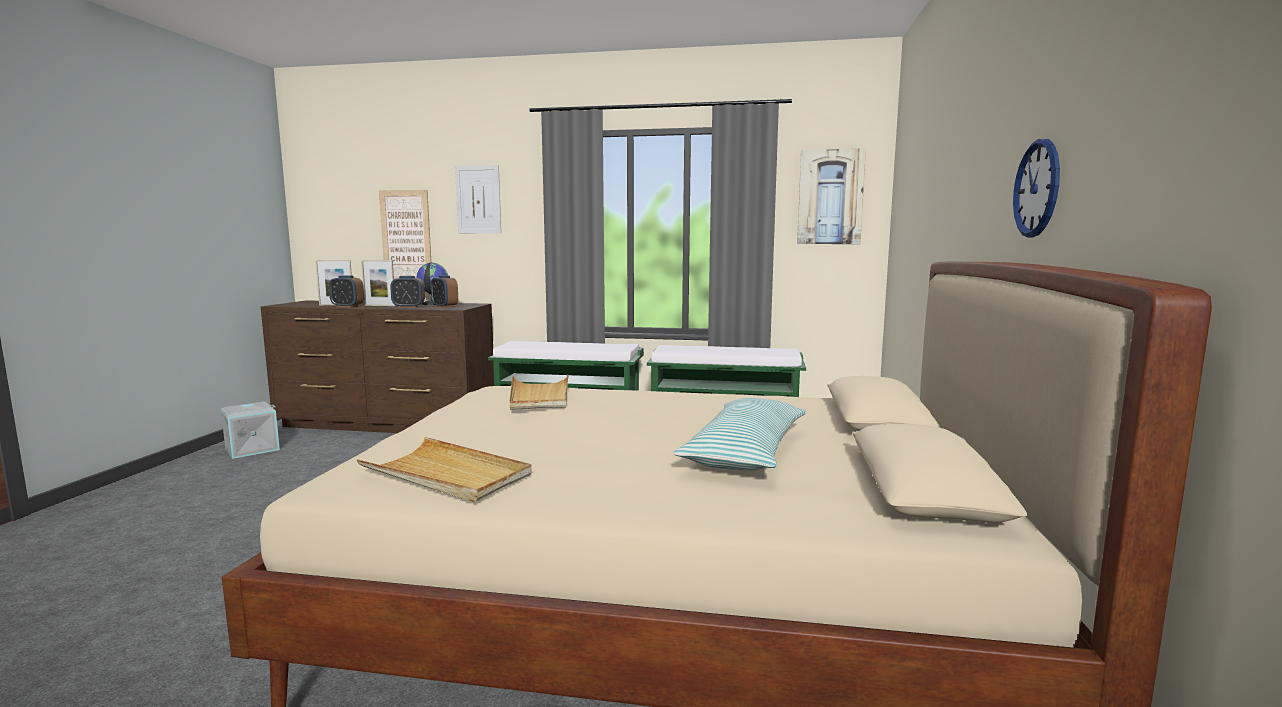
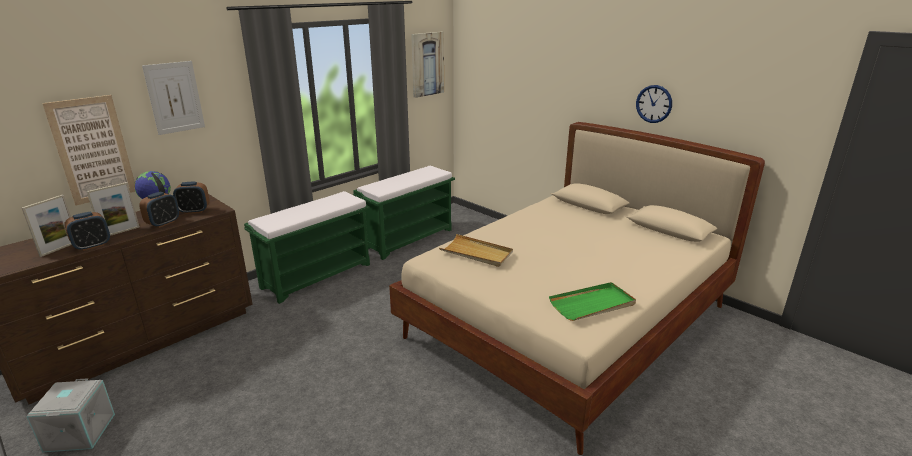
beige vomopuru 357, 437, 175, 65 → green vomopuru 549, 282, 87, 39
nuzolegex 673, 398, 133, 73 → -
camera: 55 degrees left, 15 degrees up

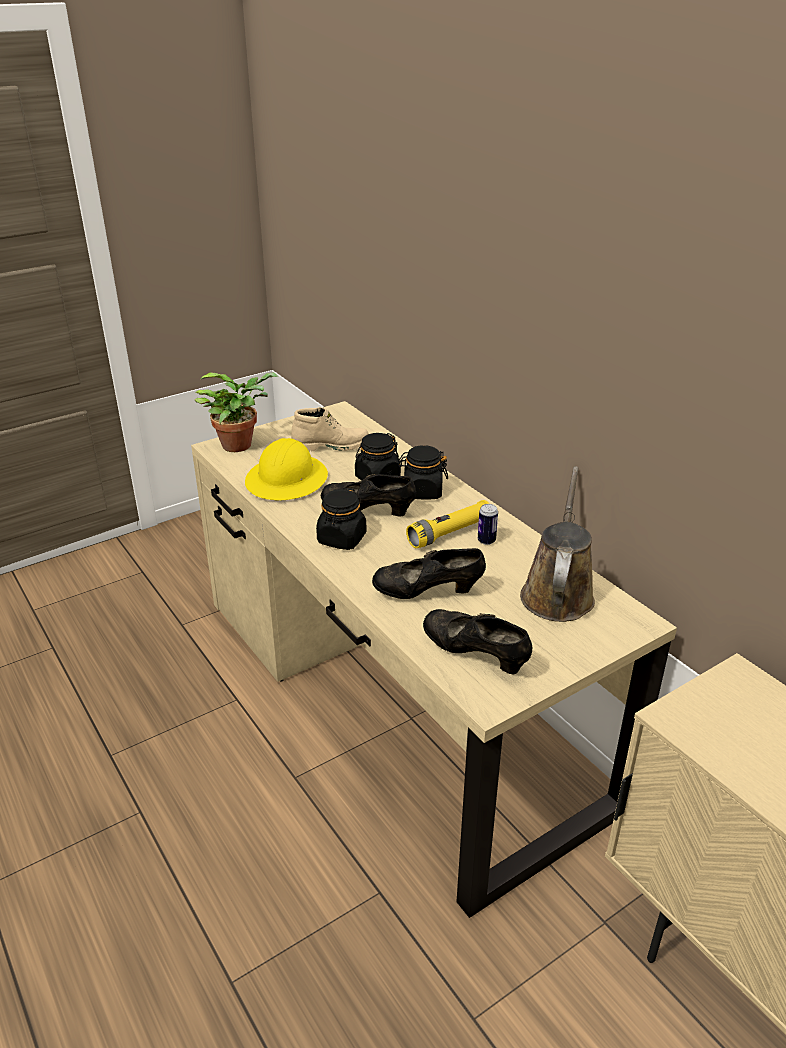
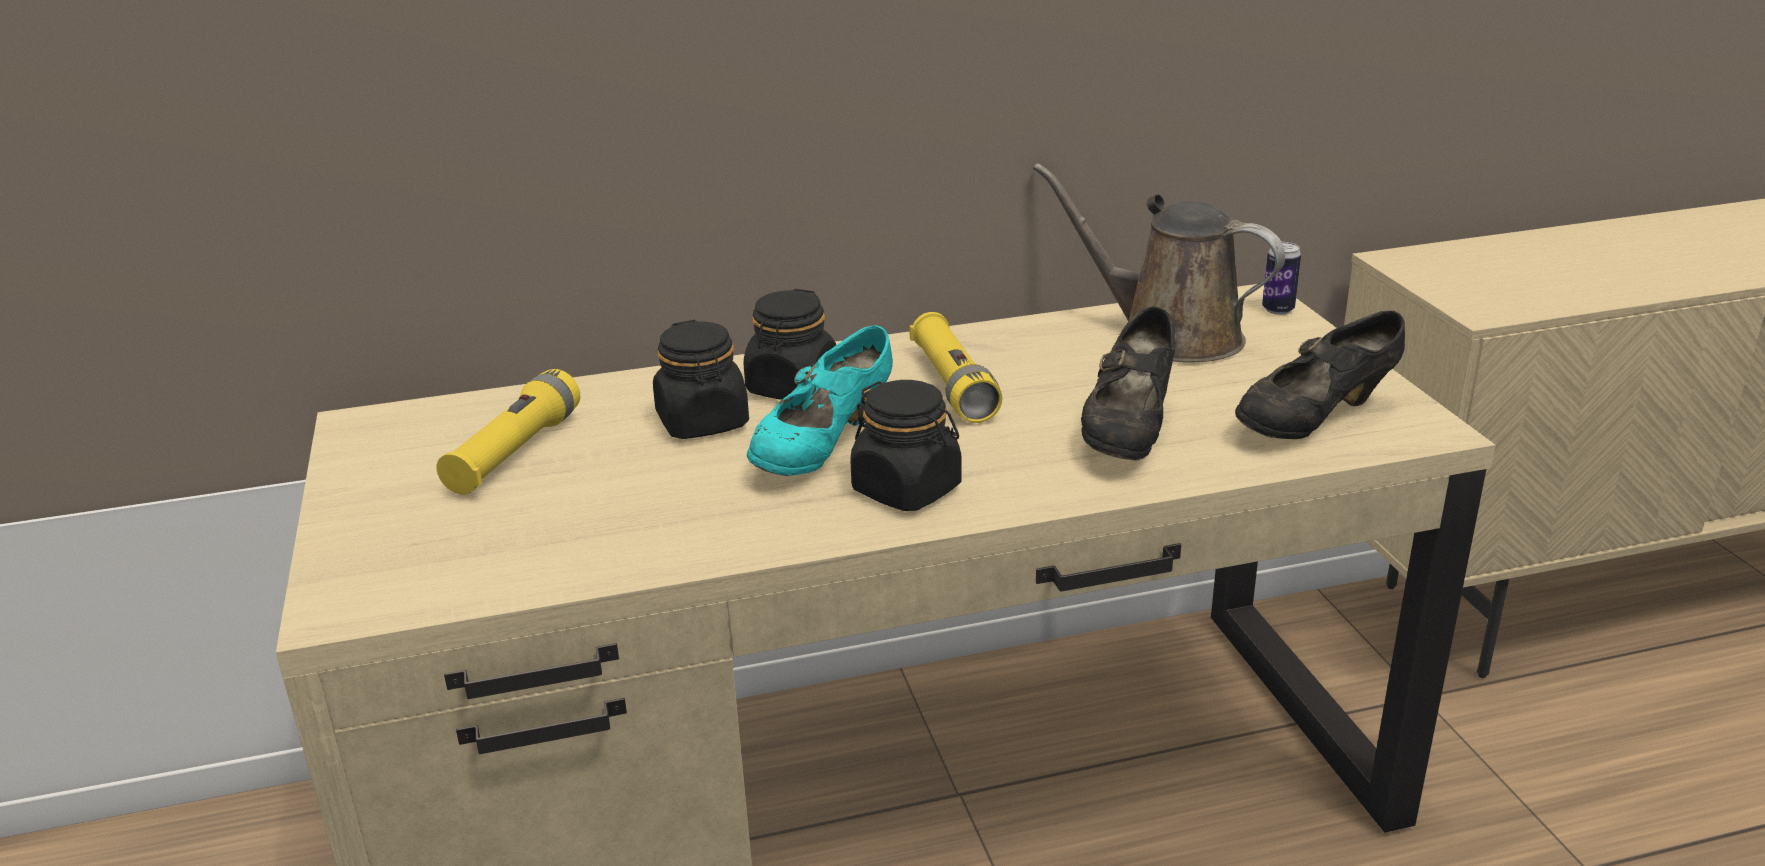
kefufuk 195, 372, 83, 80 → -
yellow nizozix 245, 438, 83, 62 → -
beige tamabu 291, 407, 77, 45 → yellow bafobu 436, 369, 144, 126
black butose 321, 474, 95, 42 → turquoise butose 747, 325, 146, 151
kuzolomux 478, 504, 20, 41 → kuzolomux 1262, 242, 39, 73, relocated
camera: 70 degrees left, 5 degrees down

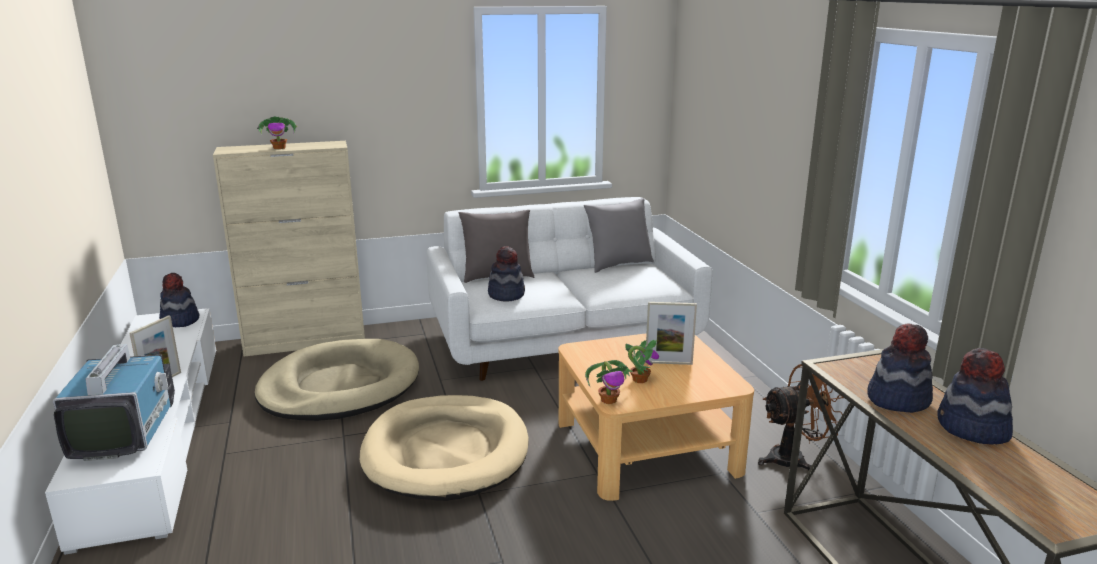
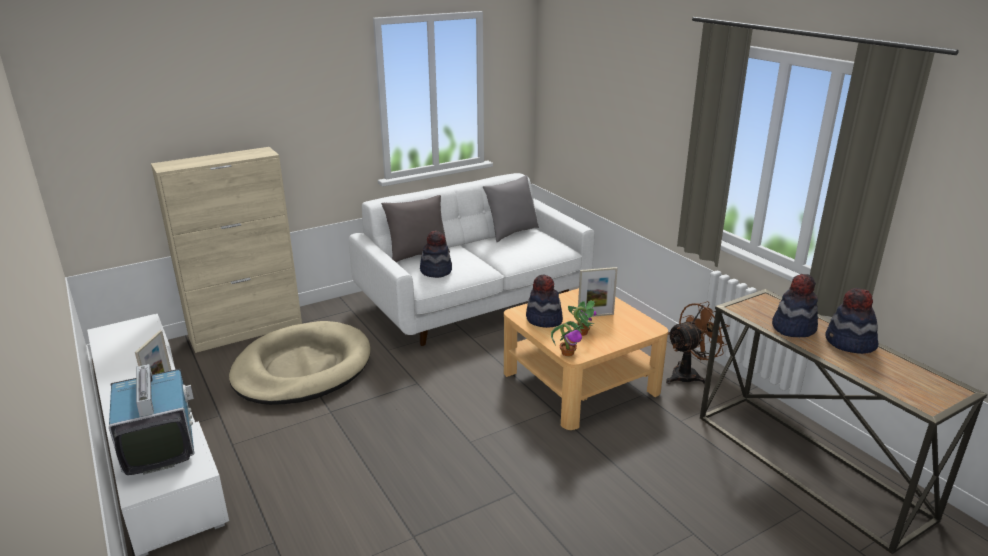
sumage 159, 273, 40, 54 → sumage 526, 275, 37, 53, relocated
kefufuk 256, 116, 41, 33 → -
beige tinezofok 360, 395, 169, 106 → -
camera: 15 degrees left, 5 degrees up

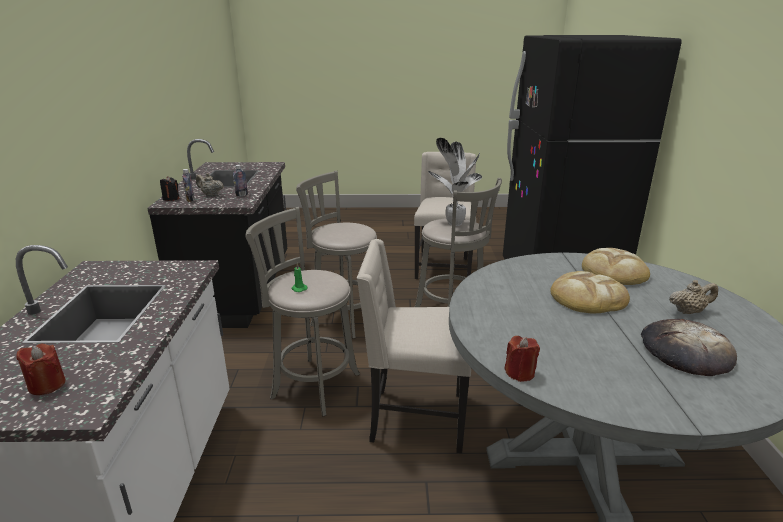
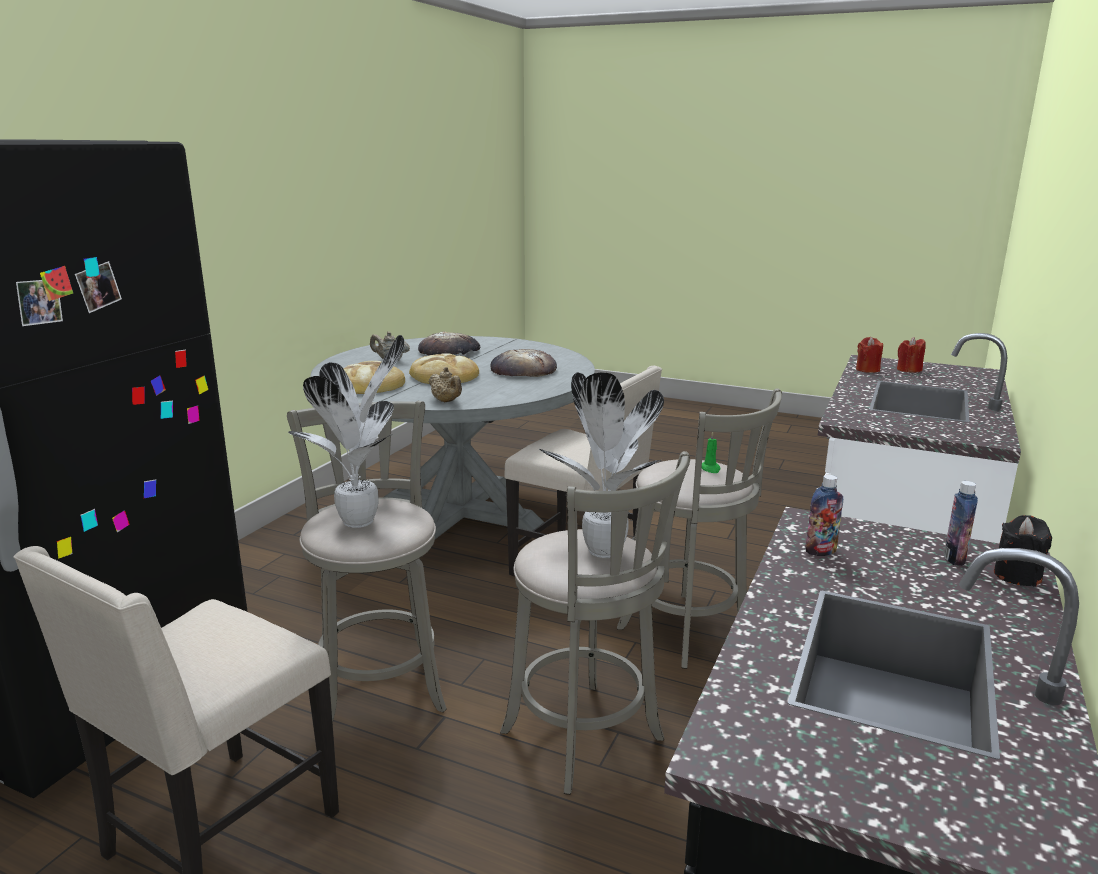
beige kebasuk 196, 173, 28, 24 → beige kebasuk 429, 367, 33, 35, relocated
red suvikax 505, 336, 35, 46 → red suvikax 856, 337, 27, 36, relocated
- → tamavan 491, 349, 66, 28
- → kefufuk 539, 372, 125, 186
camera: 155 degrees left, 5 degrees down

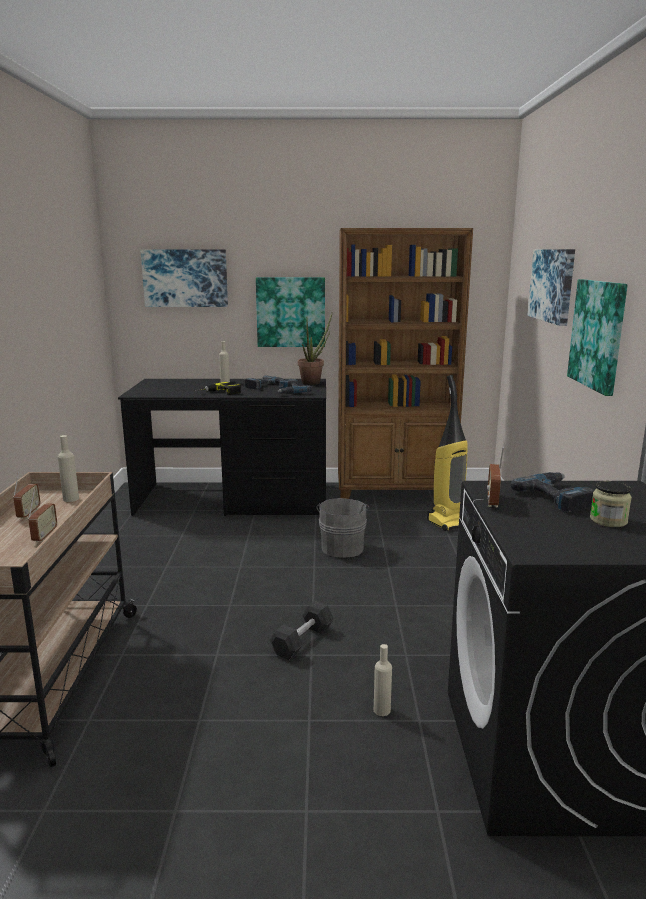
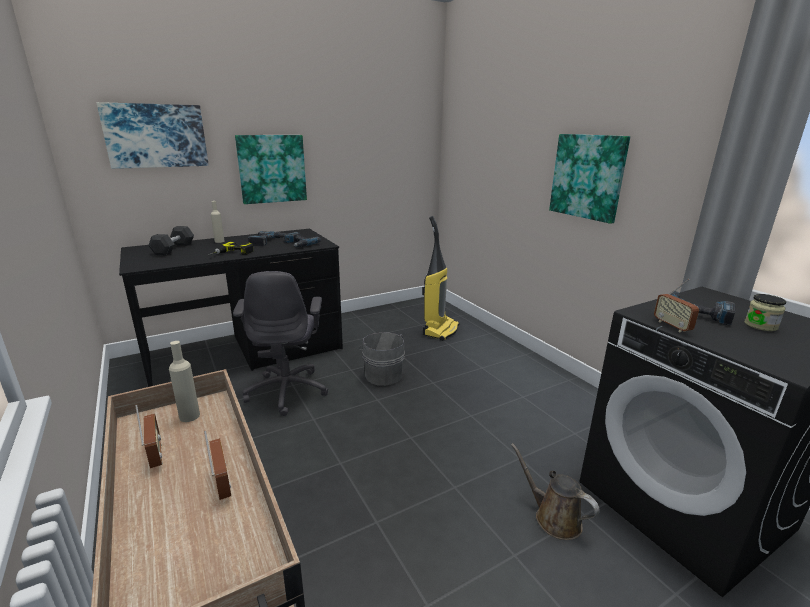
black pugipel 270, 601, 64, 59 → black pugipel 148, 226, 46, 29, relocated
kefufuk 298, 313, 34, 72 → -
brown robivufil 338, 228, 135, 271 → -
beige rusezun 374, 644, 18, 72 → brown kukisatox 511, 443, 89, 97
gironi 528, 249, 47, 77 → -
- → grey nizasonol 233, 271, 95, 145
camera: 30 degrees left, 5 degrees up

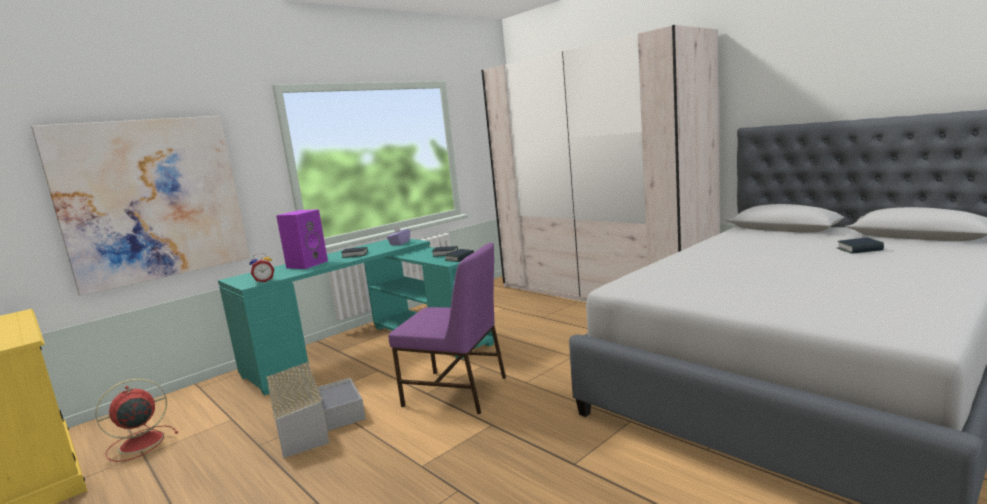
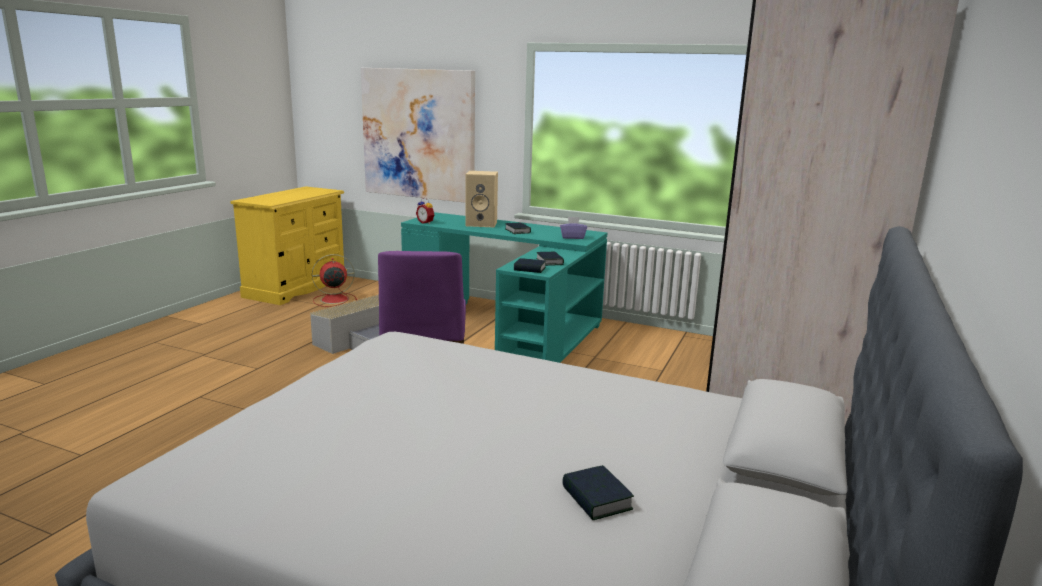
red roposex 96, 379, 82, 83 → red roposex 312, 254, 45, 53, 45 degrees counterclockwise
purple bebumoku 276, 209, 52, 60 → beige bebumoku 465, 171, 33, 57
camera: 65 degrees right, 5 degrees up

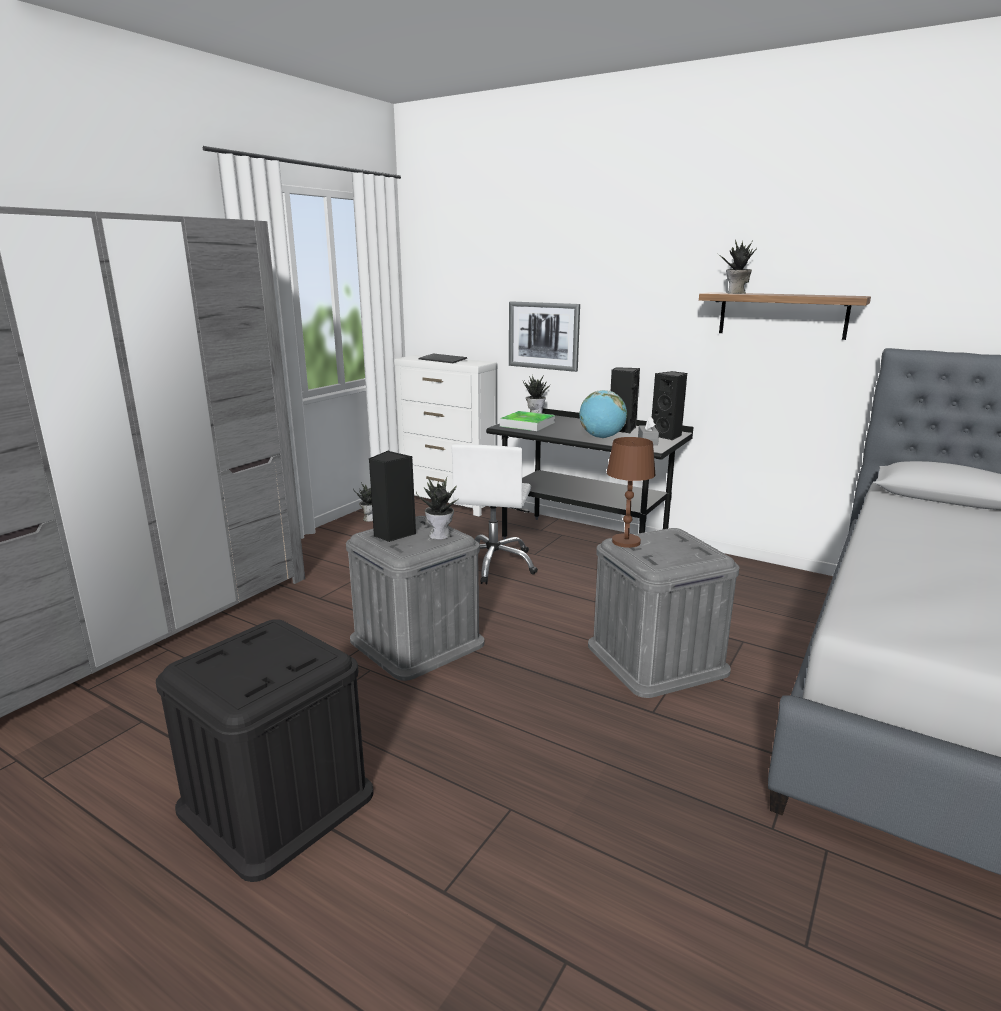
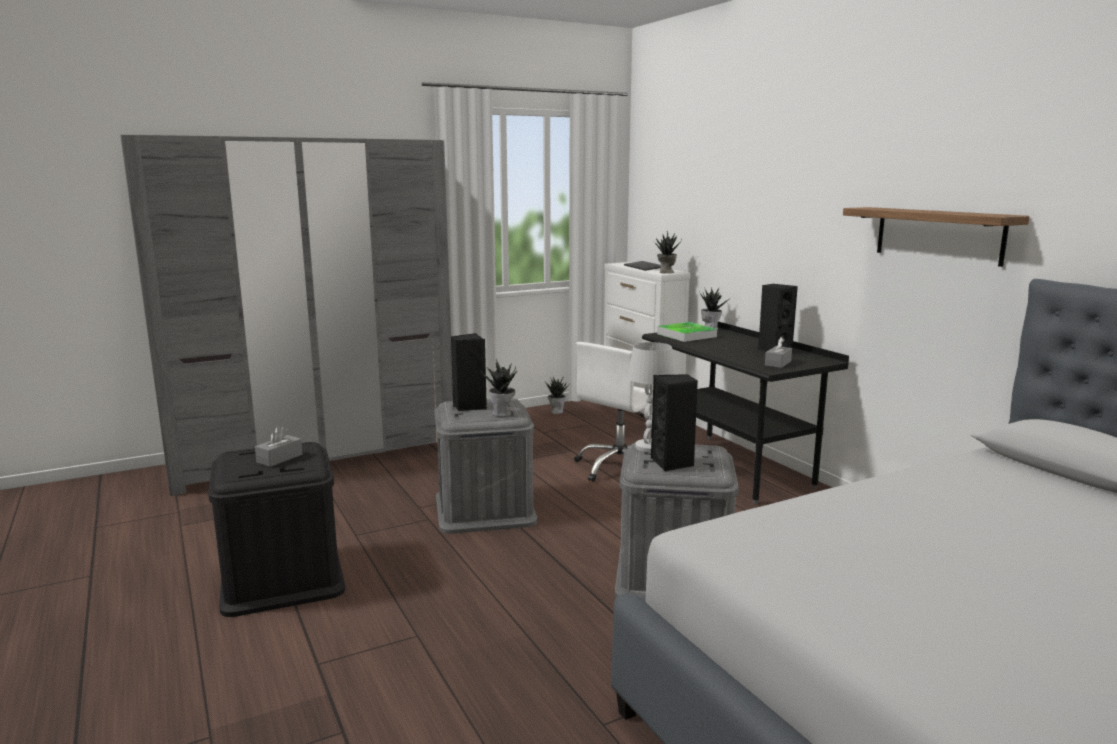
gironi 509, 302, 71, 70 → -
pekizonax 579, 390, 48, 48 → -
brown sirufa 607, 437, 48, 111 → white sirufa 628, 342, 47, 110
black bebumoku 652, 371, 35, 69 → black bebumoku 651, 374, 47, 97, relocated
kefufuk 718, 240, 40, 54 → kefufuk 653, 231, 29, 43, relocated
- → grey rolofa 255, 426, 47, 41
camera: 30 degrees right, 5 degrees down

